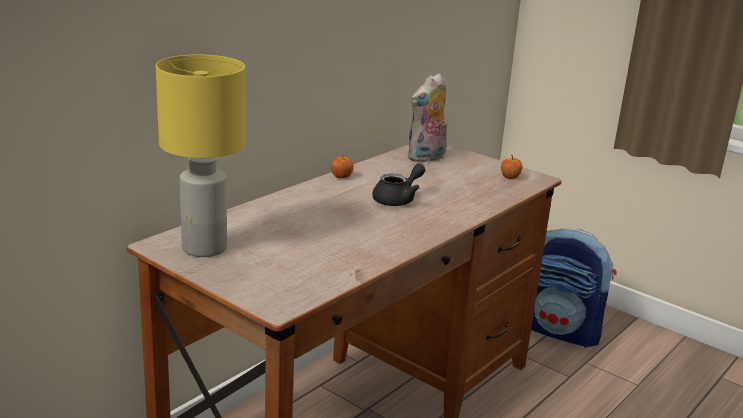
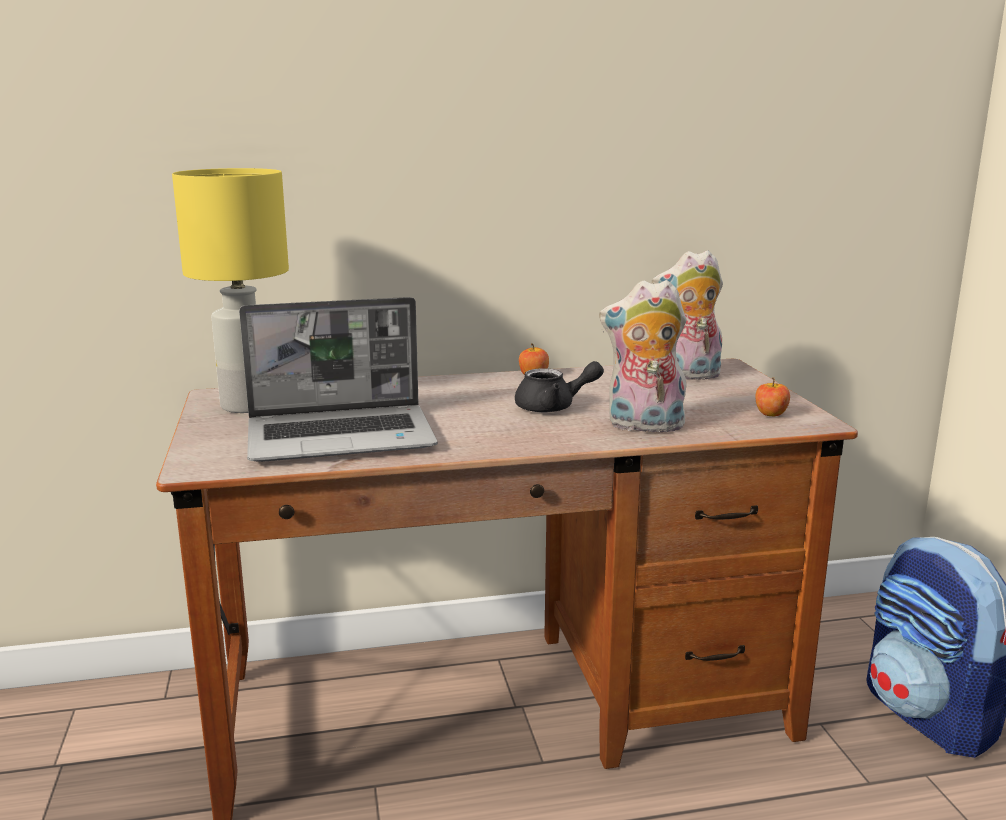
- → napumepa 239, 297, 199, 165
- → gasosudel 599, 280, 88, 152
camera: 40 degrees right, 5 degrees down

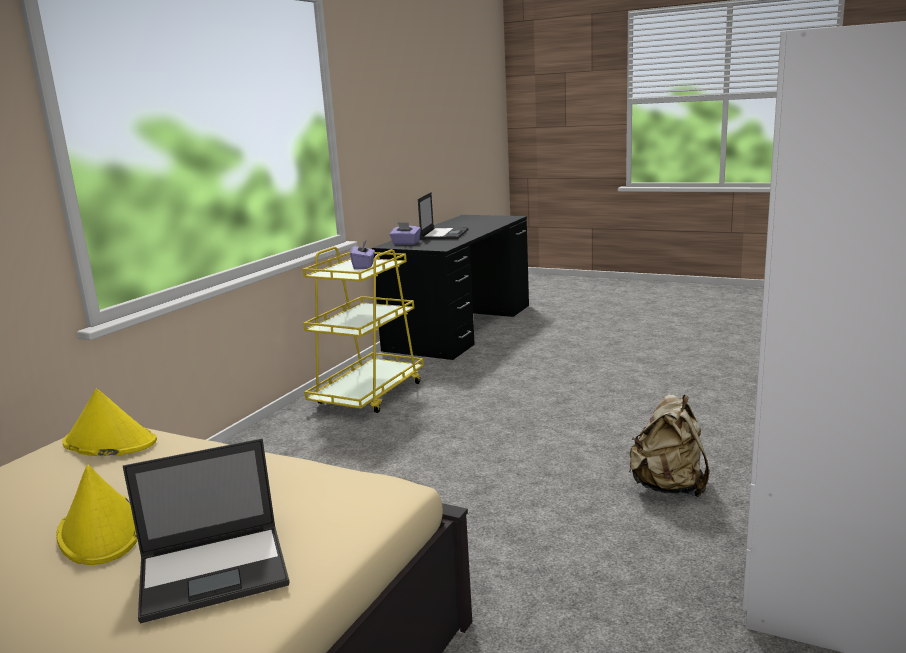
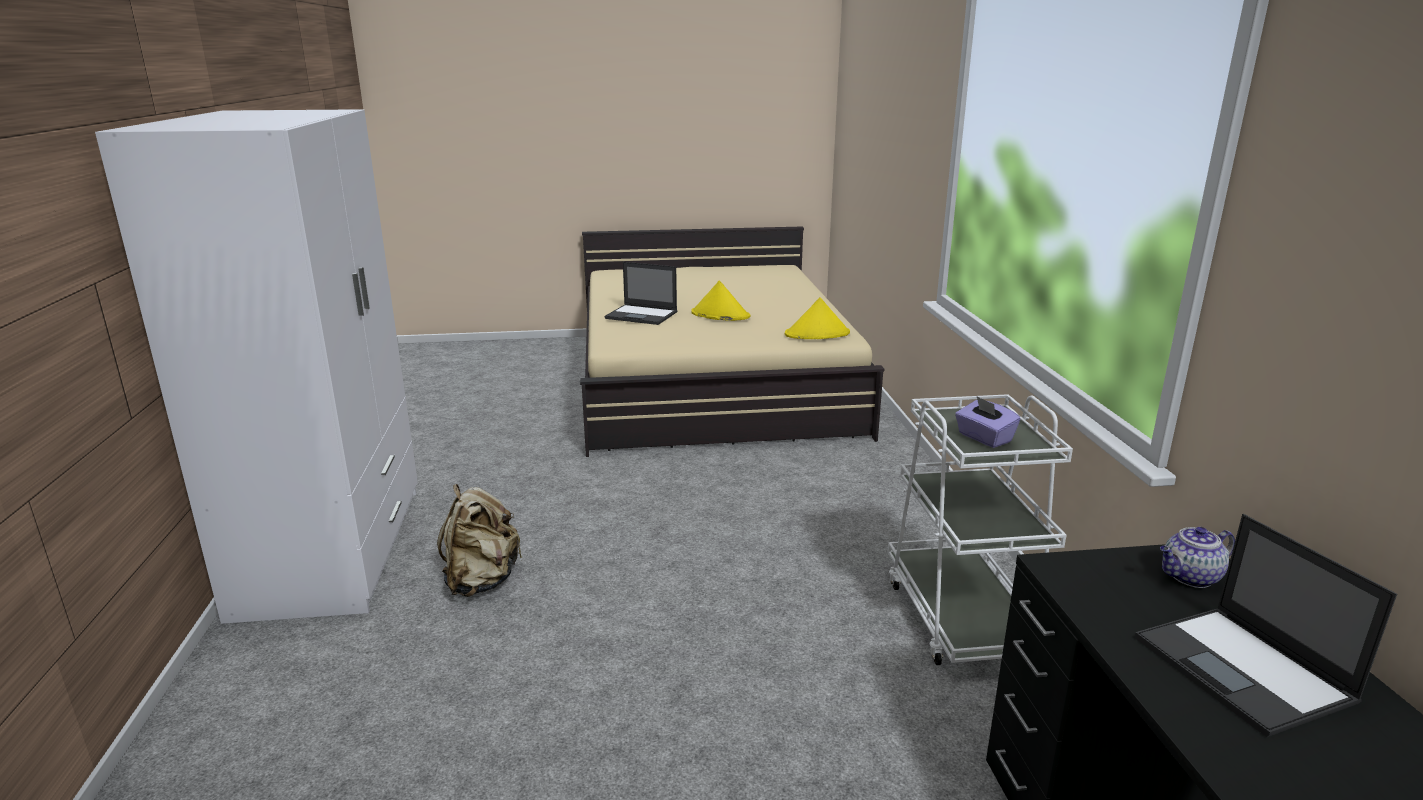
napumepa 123, 438, 166, 185 → napumepa 604, 262, 73, 63, 105 degrees counterclockwise
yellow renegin 303, 247, 121, 166 → white renegin 888, 394, 185, 271
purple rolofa 389, 222, 32, 23 → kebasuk 1160, 527, 75, 61
camera: 145 degrees right, 5 degrees up

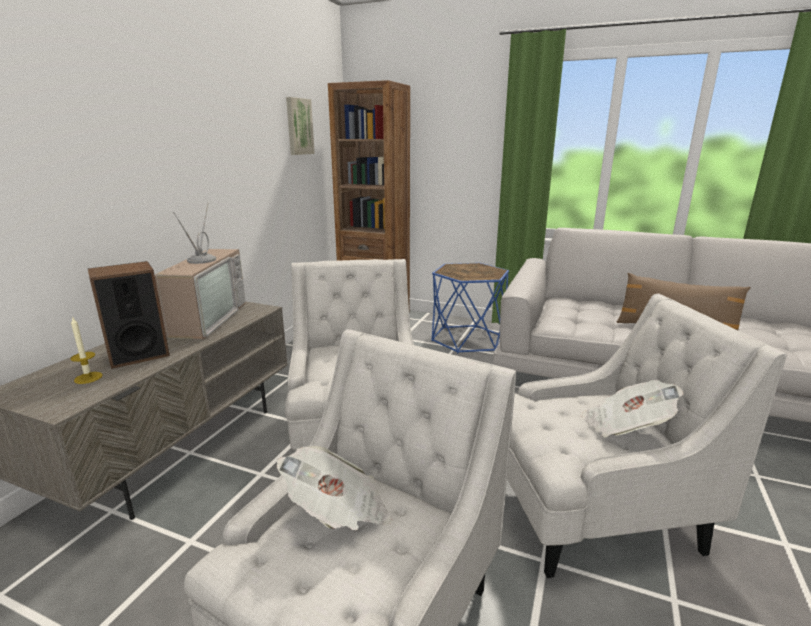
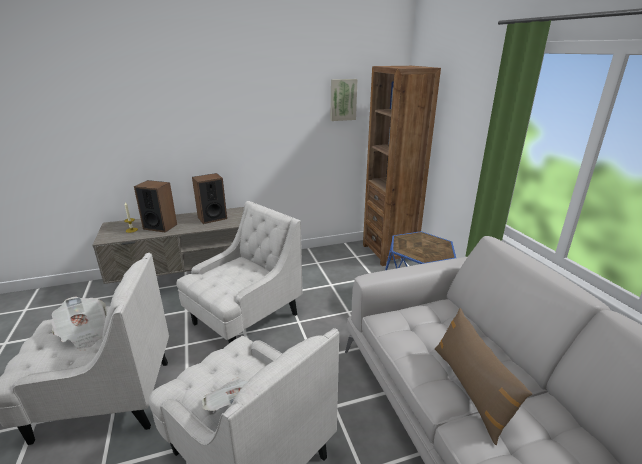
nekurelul 155, 202, 91, 138 → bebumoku 192, 173, 35, 51
camera: 50 degrees right, 5 degrees up

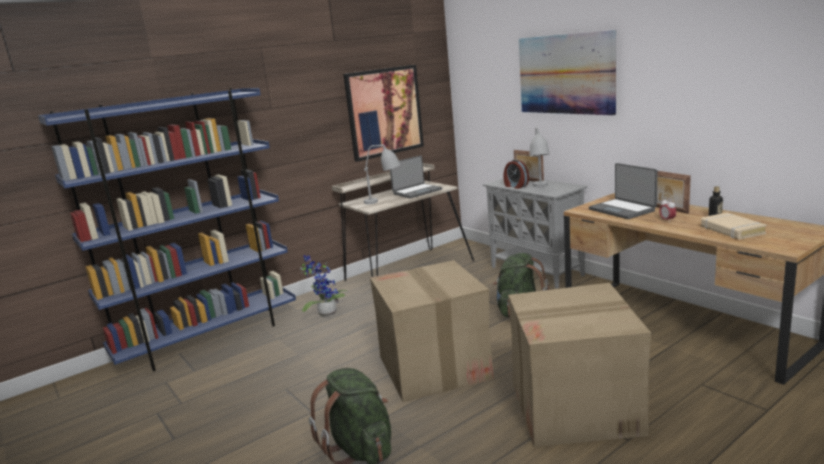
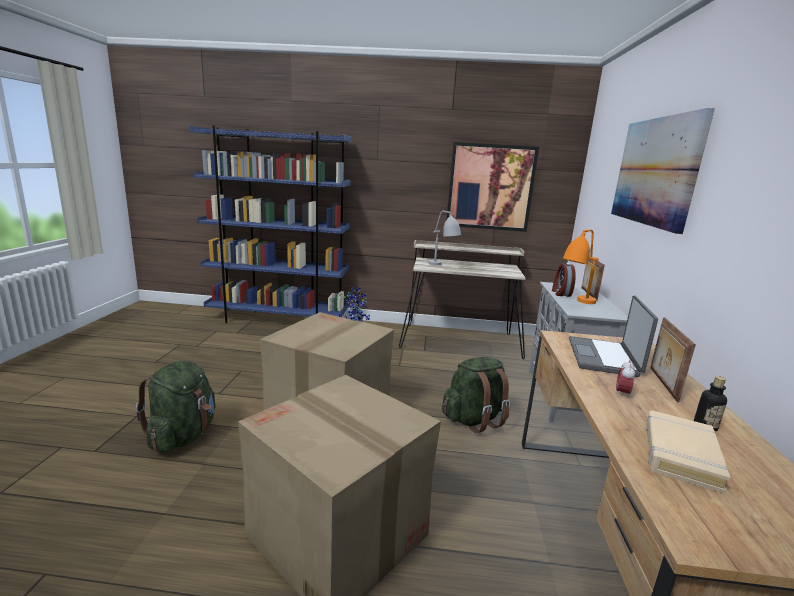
napumepa 390, 155, 52, 44 → -
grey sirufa 529, 127, 20, 60 → orange sirufa 563, 229, 36, 75
camera: 40 degrees right, 0 degrees up

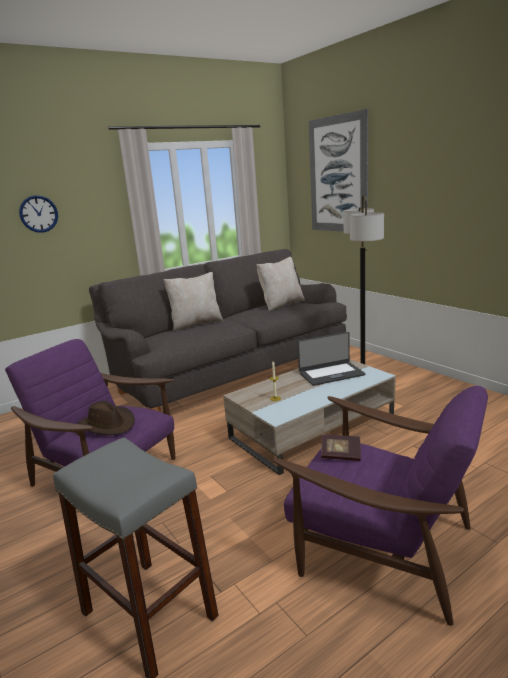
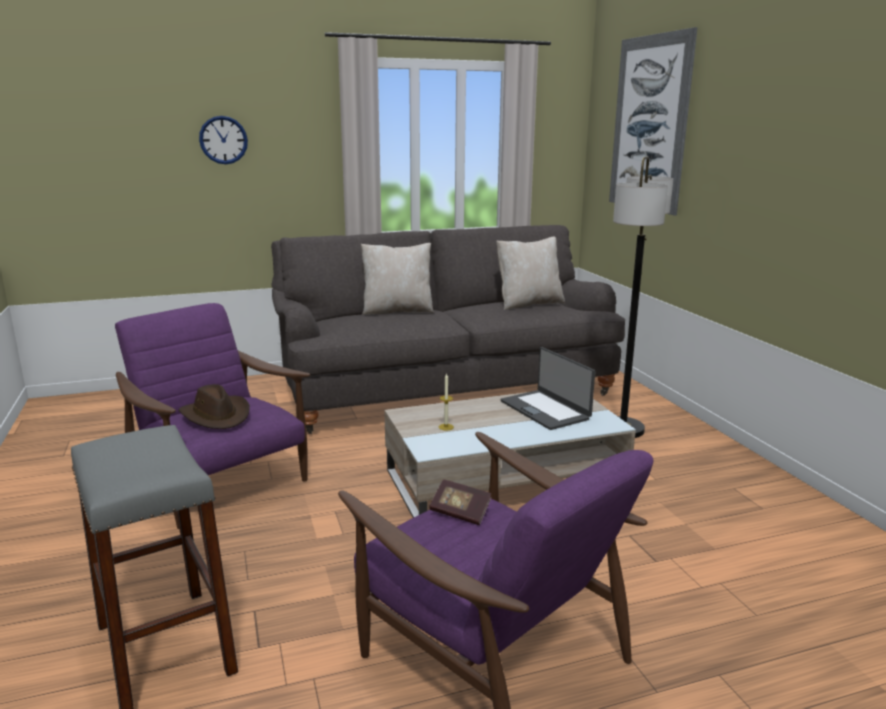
napumepa 297, 332, 68, 54 → napumepa 501, 347, 94, 83, 60 degrees clockwise
camera: 15 degrees right, 0 degrees up

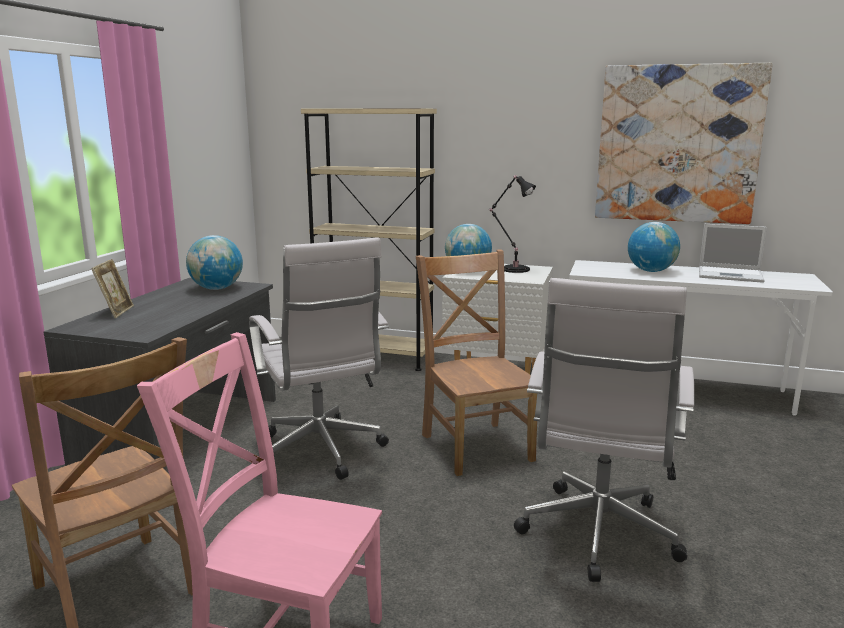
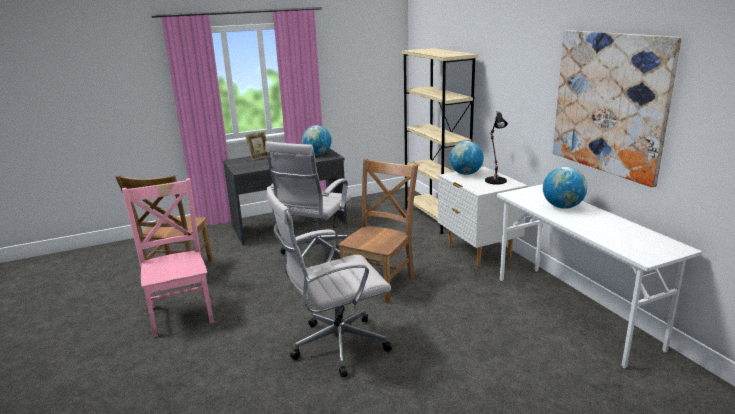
napumepa 699, 224, 68, 59 → -
camera: 50 degrees right, 5 degrees up

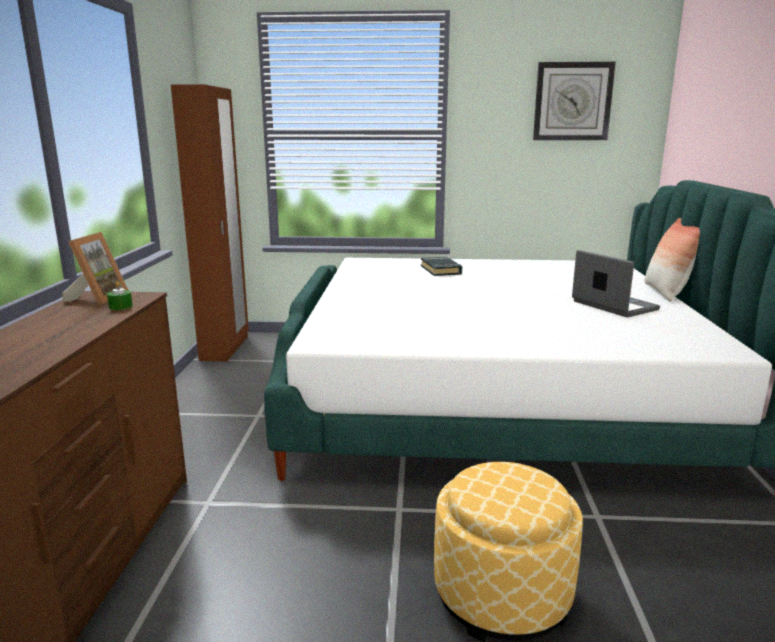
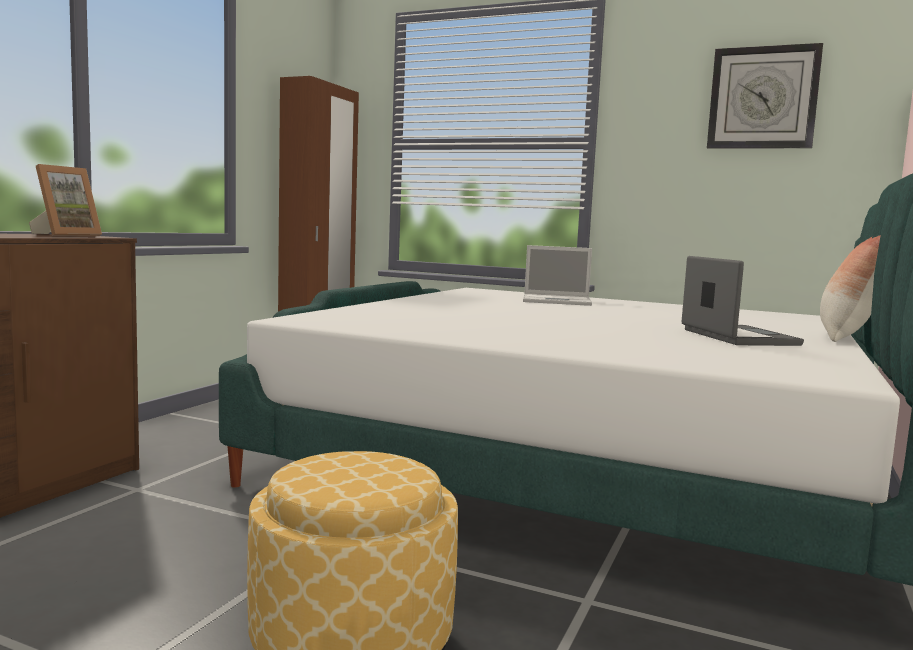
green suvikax 107, 281, 26, 29 → -
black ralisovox 421, 257, 41, 19 → napumepa 523, 245, 69, 61
camera: 20 degrees right, 10 degrees down

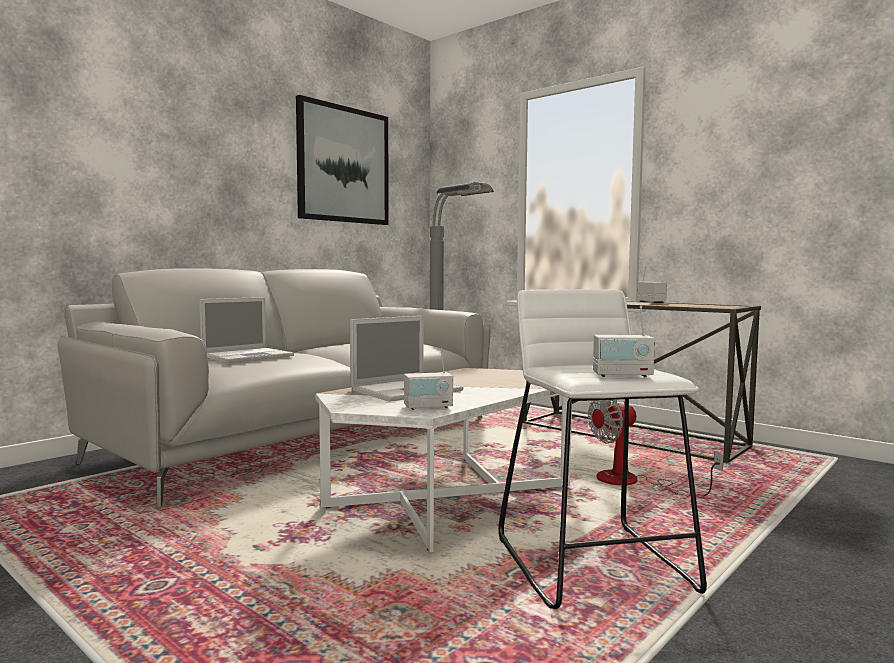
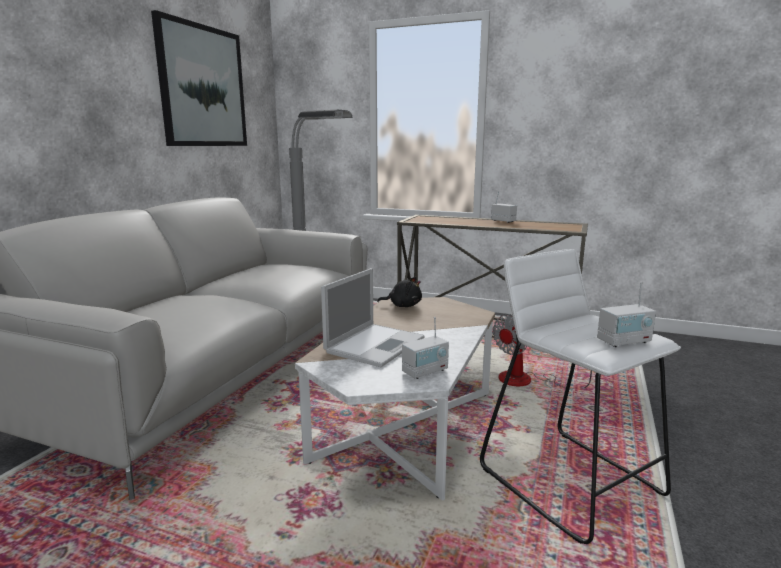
napumepa 199, 297, 95, 66 → -
- → black gasosudel 377, 277, 45, 30
camera: 20 degrees left, 10 degrees up

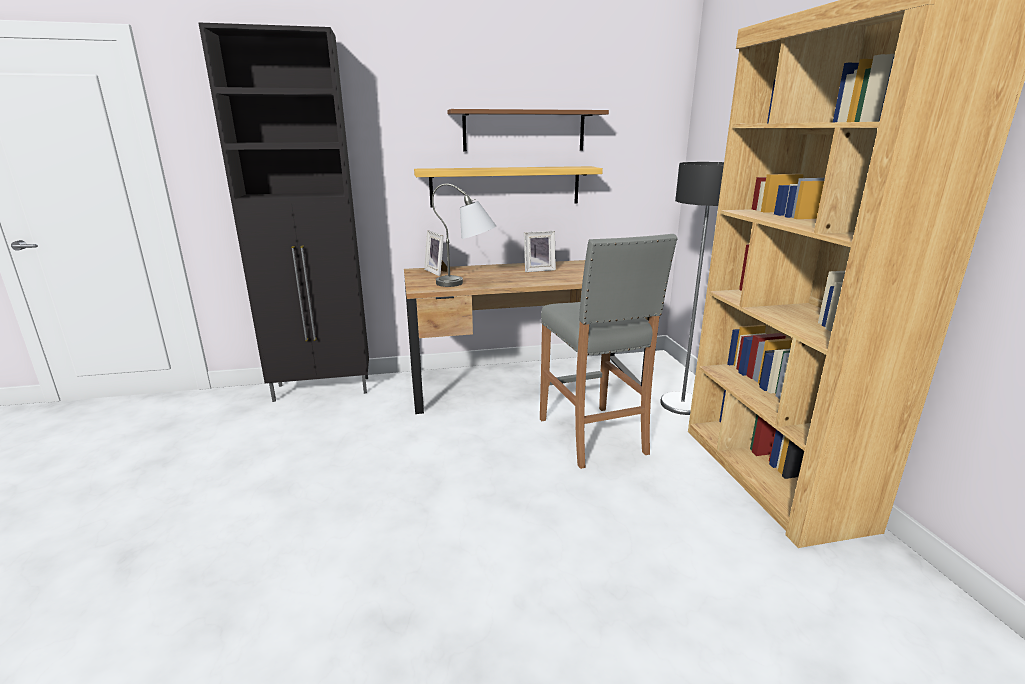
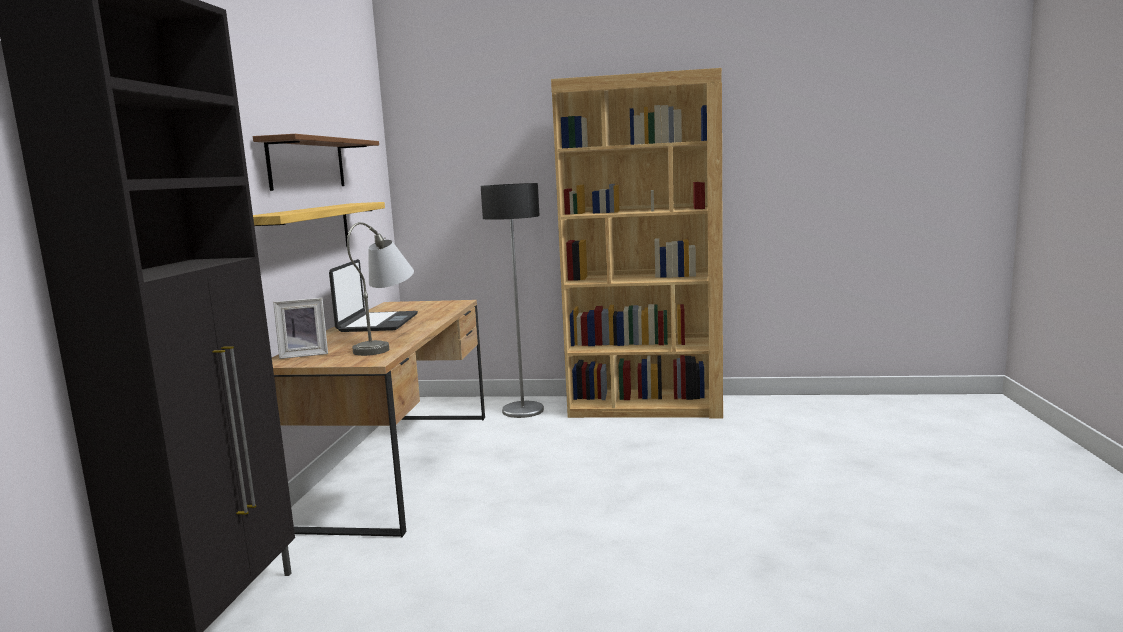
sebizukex 524, 231, 32, 41 → napumepa 329, 259, 89, 73
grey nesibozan 540, 234, 138, 235 → -
camera: 70 degrees left, 10 degrees down

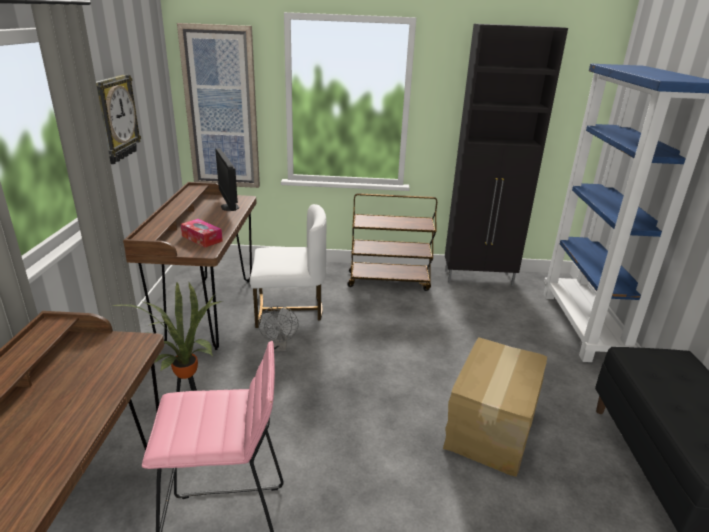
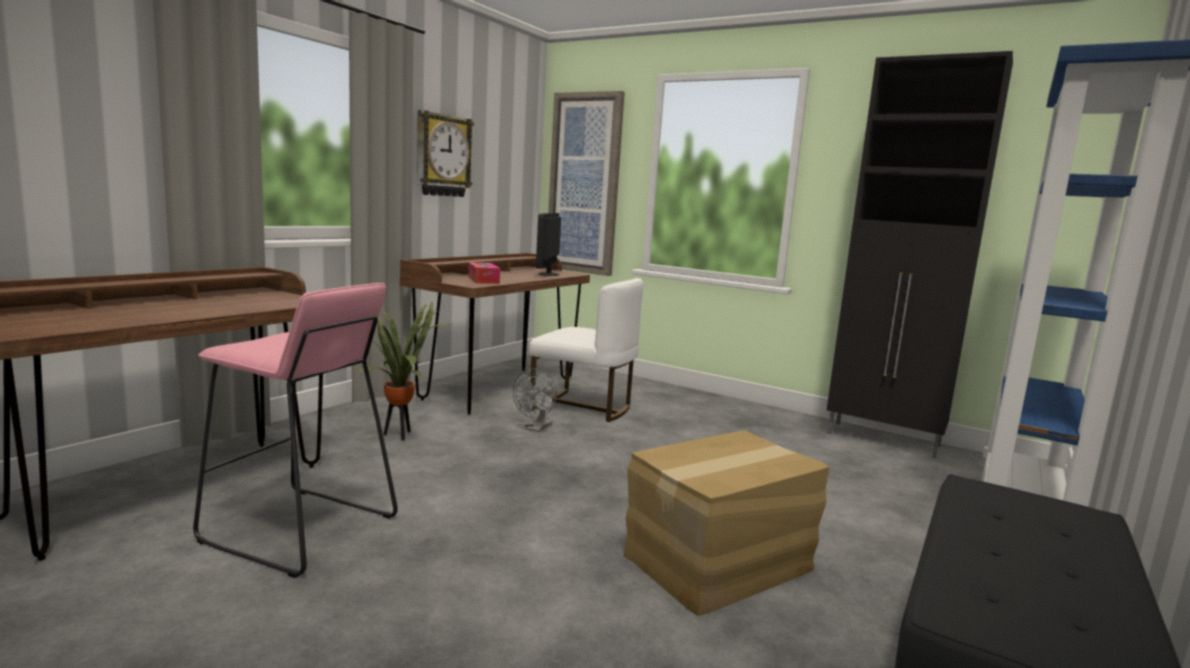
brown renegin 347, 193, 90, 98 → -
camera: 30 degrees right, 15 degrees down

